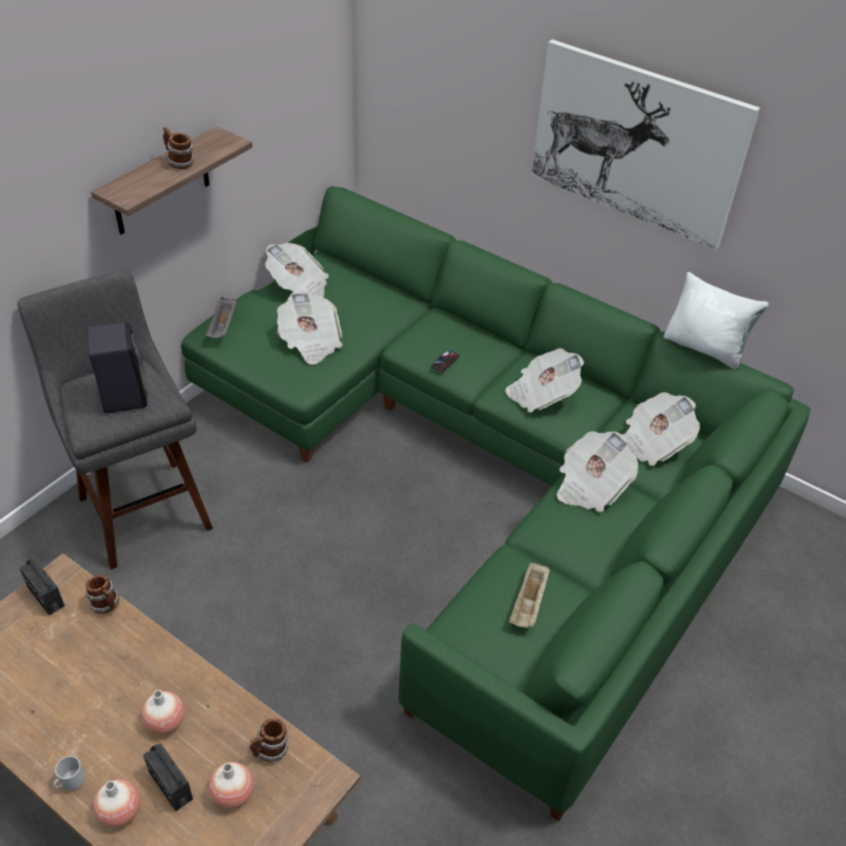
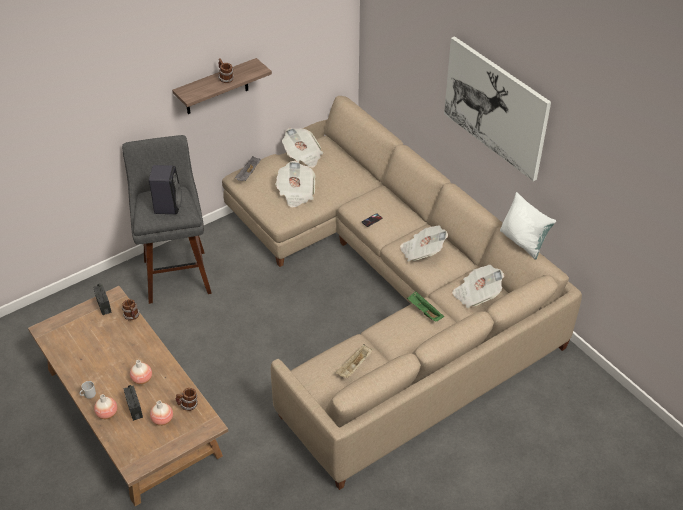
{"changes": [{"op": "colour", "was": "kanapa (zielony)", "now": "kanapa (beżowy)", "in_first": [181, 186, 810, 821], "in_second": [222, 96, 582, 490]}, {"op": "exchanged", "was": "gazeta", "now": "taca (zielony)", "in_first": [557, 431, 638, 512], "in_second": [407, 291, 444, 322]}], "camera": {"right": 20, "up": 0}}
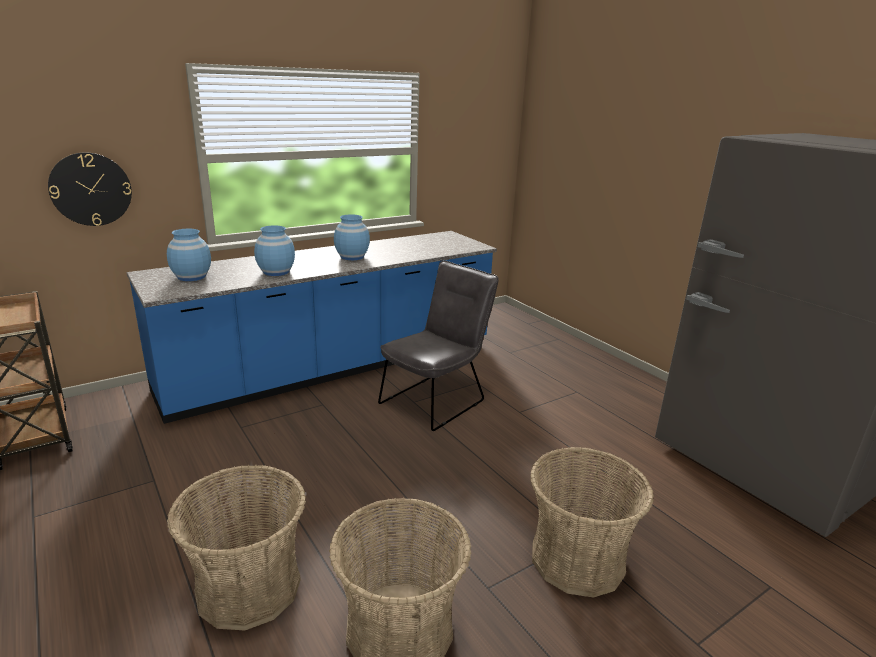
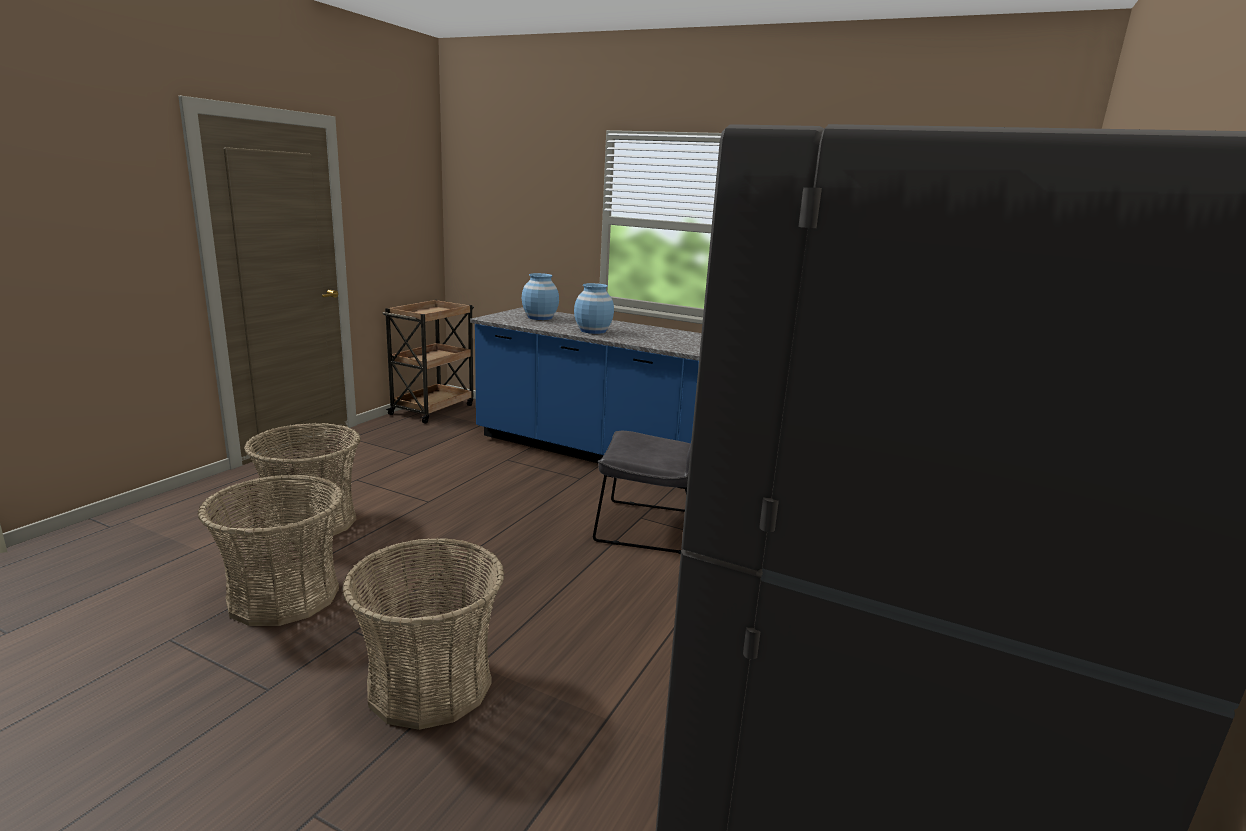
{"changes": [{"op": "missing", "was": "zegar ścienny", "in_first": [48, 152, 132, 226]}, {"op": "missing", "was": "wazon (niebieski)", "in_first": [334, 214, 370, 260]}], "camera": {"right": 60, "up": -5}}
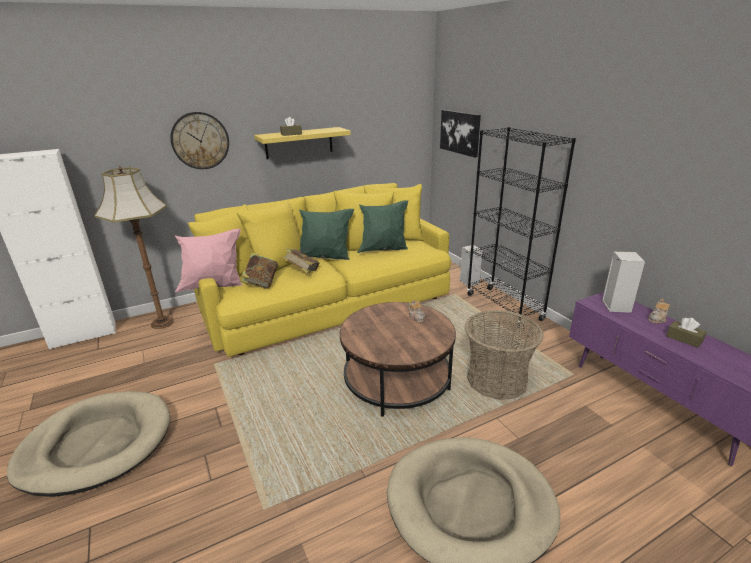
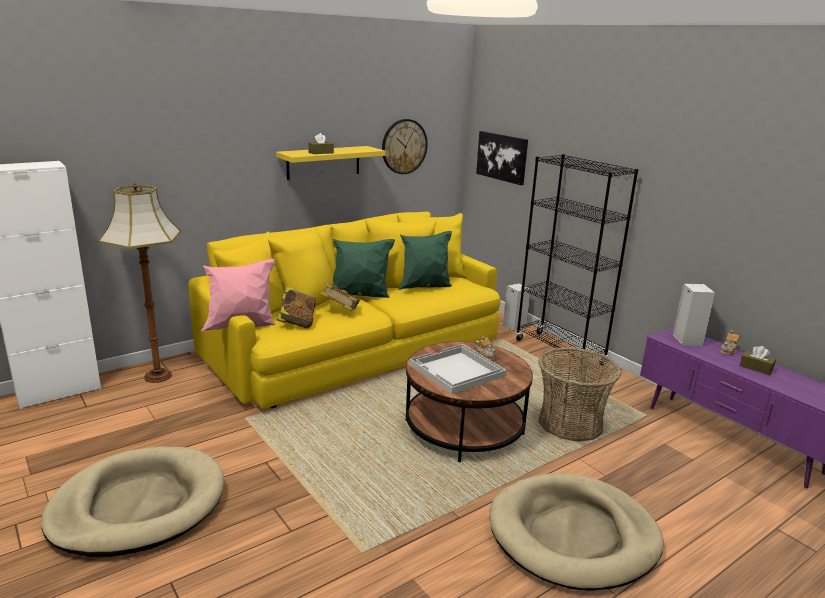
{"changes": [{"op": "relocated", "was": "zegar ścienny", "in_first": [170, 112, 229, 169], "in_second": [382, 119, 428, 174]}, {"op": "appeared", "now": "taca (biały)", "in_second": [410, 344, 506, 394]}], "camera": {"right": -10, "up": -5}}
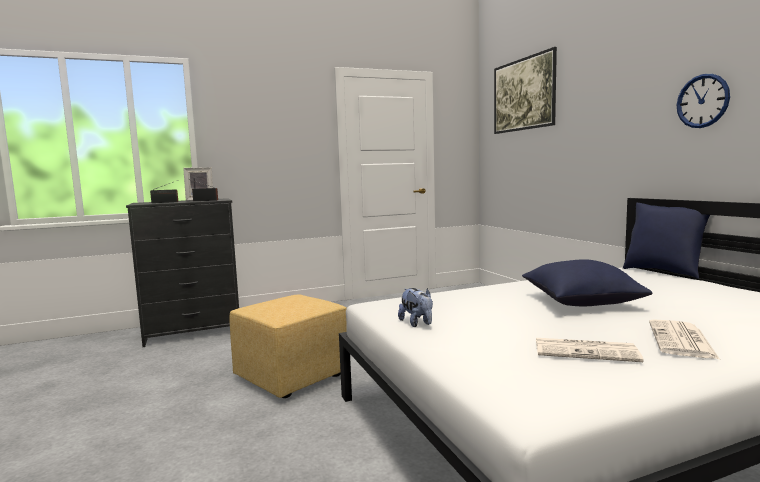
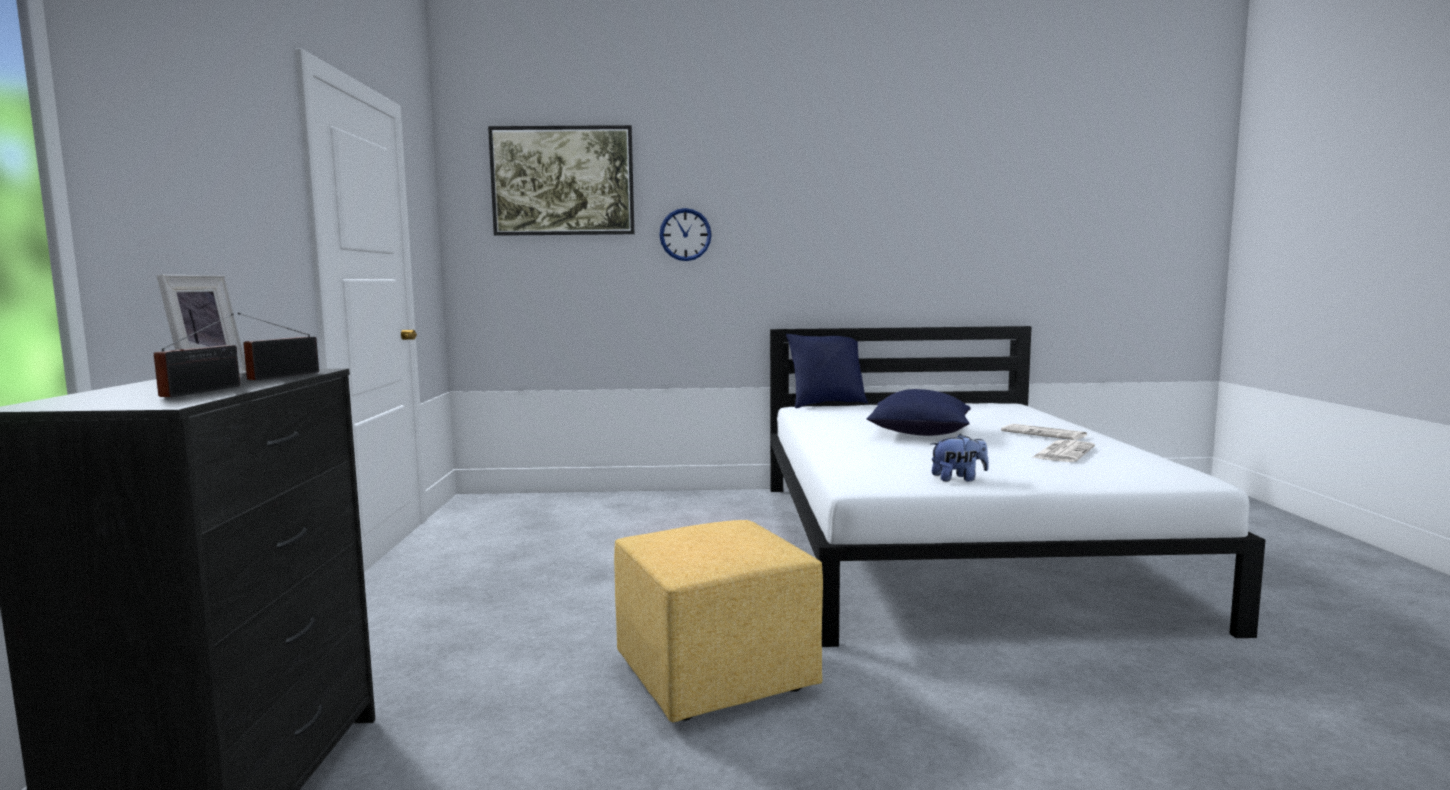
{"changes": [{"op": "relocated", "was": "zegar ścienny", "in_first": [677, 74, 730, 128], "in_second": [659, 208, 712, 261]}], "camera": {"right": -70, "up": 0}}
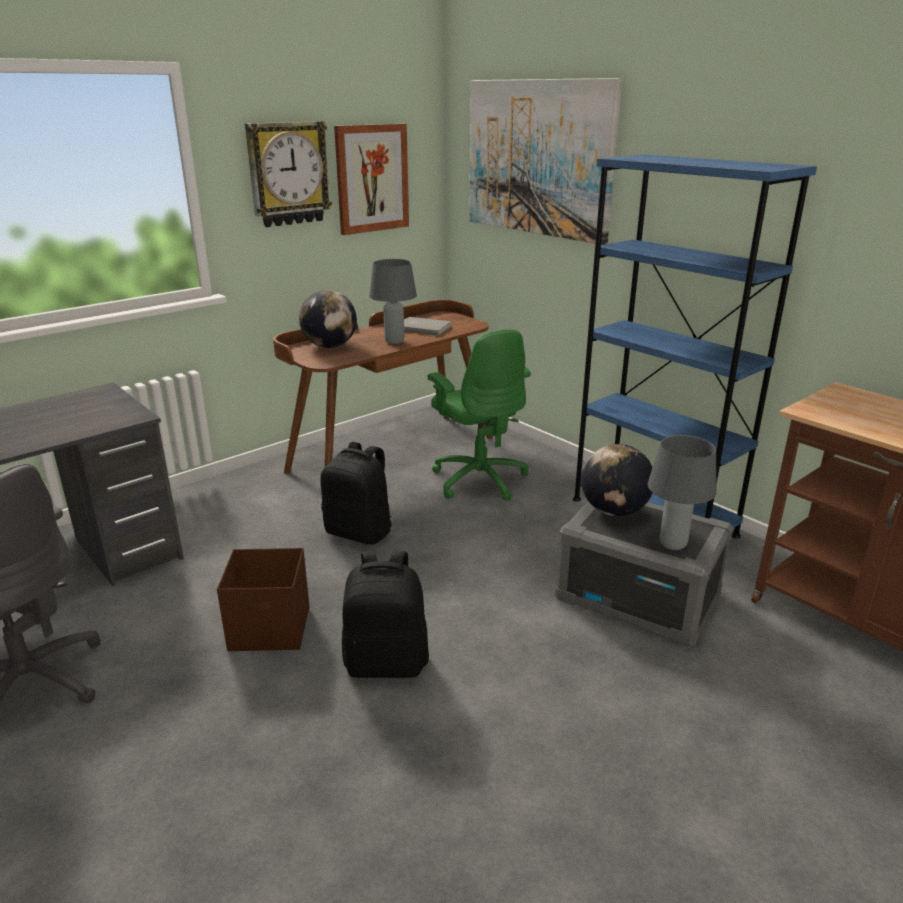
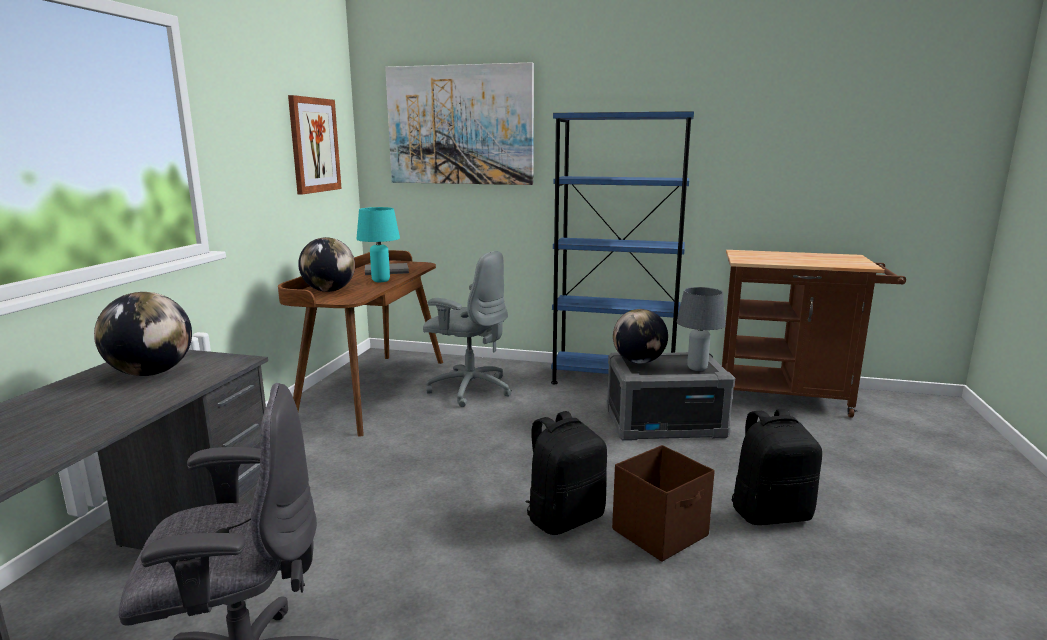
{"changes": [{"op": "appeared", "now": "globus", "in_second": [94, 292, 192, 376]}, {"op": "colour", "was": "lampa stołowa (szary)", "now": "lampa stołowa (turkusowy)", "in_first": [369, 259, 417, 344], "in_second": [356, 207, 400, 282]}, {"op": "colour", "was": "krzesło biurowe (zielony)", "now": "krzesło biurowe (szary)", "in_first": [428, 329, 531, 501], "in_second": [423, 251, 512, 407]}, {"op": "relocated", "was": "pojemnik do przechowywania (brązowy)", "in_first": [217, 548, 309, 651], "in_second": [612, 445, 715, 562]}, {"op": "relocated", "was": "plecak (czarny)", "in_first": [320, 442, 392, 545], "in_second": [732, 409, 822, 525]}, {"op": "missing", "was": "zegar ścienny", "in_first": [245, 121, 332, 227]}], "camera": {"right": -35, "up": -10}}
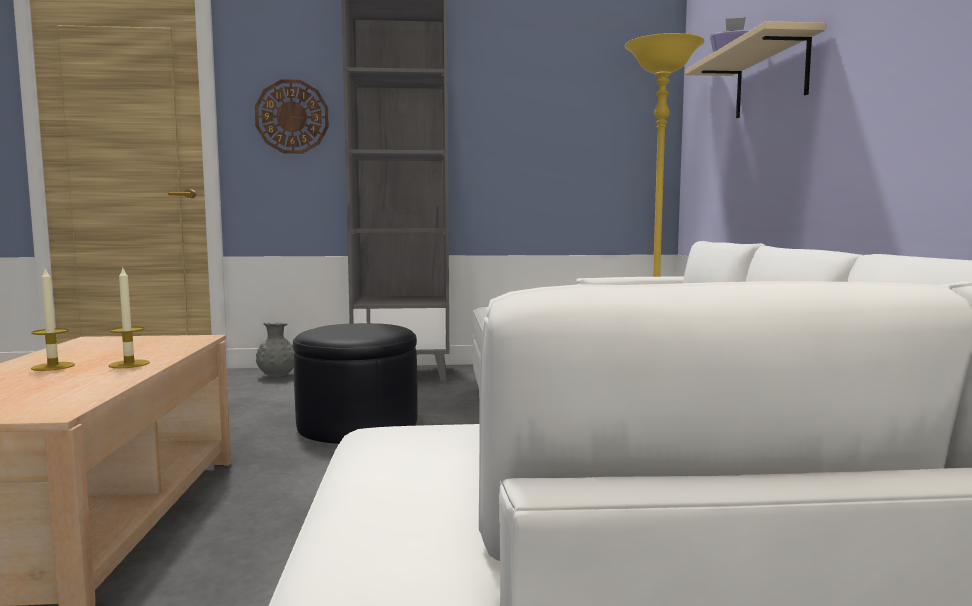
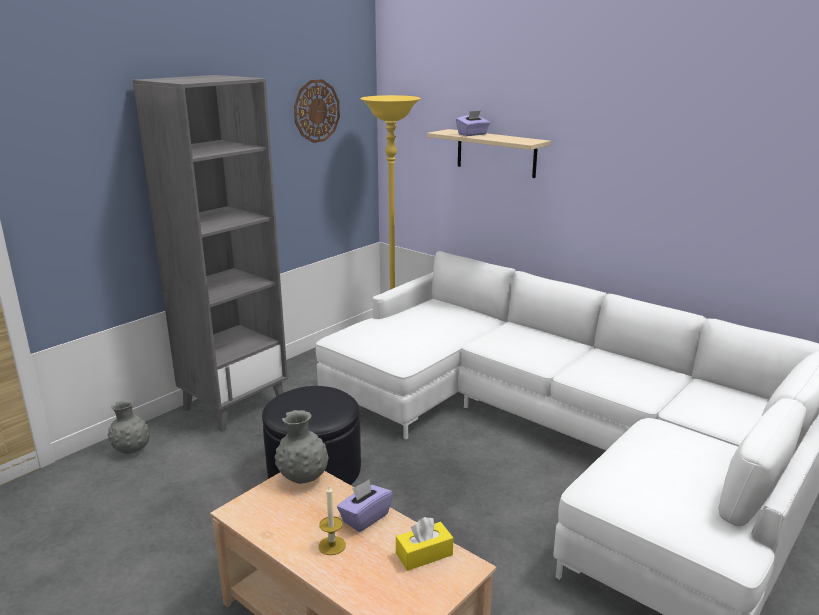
{"changes": [{"op": "appeared", "now": "wazon (szary)", "in_second": [275, 410, 329, 484]}, {"op": "relocated", "was": "zegar ścienny", "in_first": [255, 79, 329, 154], "in_second": [294, 79, 340, 143]}, {"op": "exchanged", "was": "świeca", "now": "pudełko chusteczek (fioletowy)", "in_first": [108, 266, 150, 368], "in_second": [337, 480, 393, 532]}, {"op": "appeared", "now": "pudełko chusteczek (żółty)", "in_second": [396, 517, 453, 571]}], "camera": {"right": -45, "up": 15}}
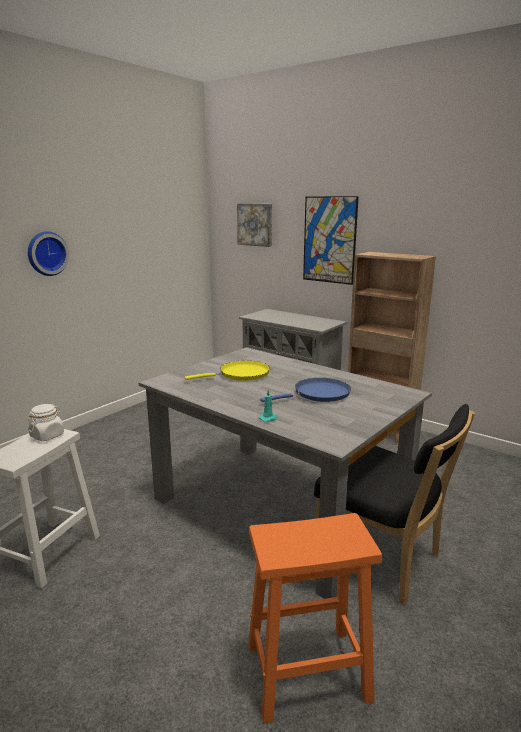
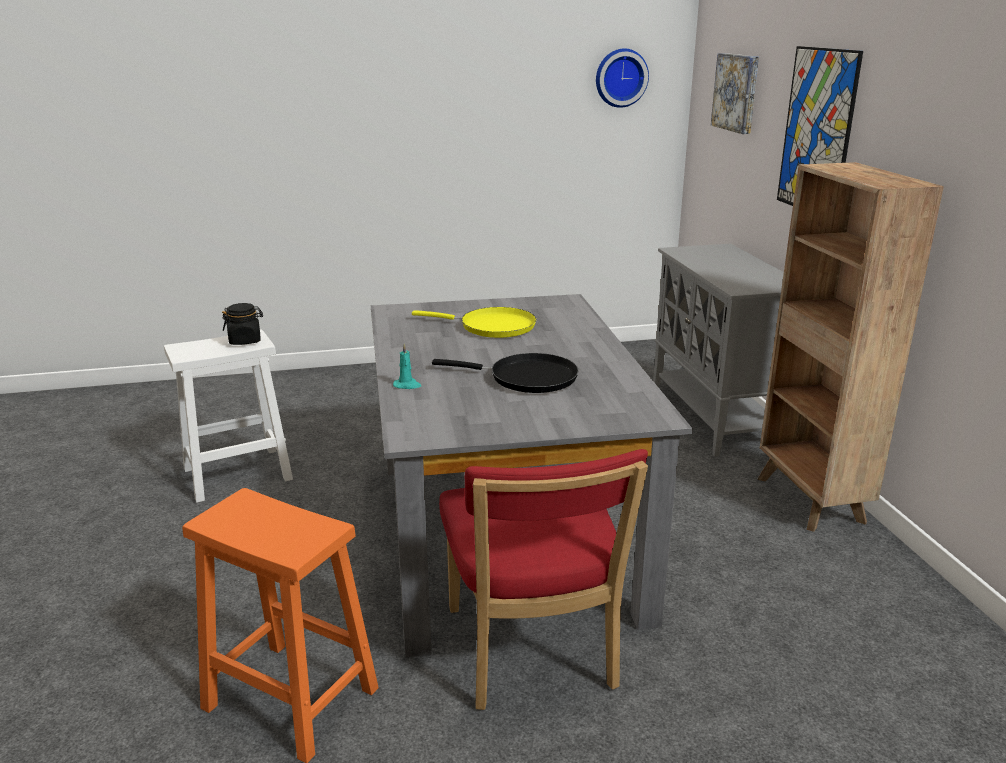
{"changes": [{"op": "colour", "was": "słoik (biały)", "now": "słoik (czarny)", "in_first": [28, 404, 64, 441], "in_second": [222, 303, 263, 345]}, {"op": "colour", "was": "patelnia (niebieski)", "now": "patelnia (czarny)", "in_first": [260, 378, 351, 402], "in_second": [432, 353, 579, 393]}, {"op": "colour", "was": "krzesło (czarny)", "now": "krzesło (czerwony)", "in_first": [314, 404, 475, 605], "in_second": [439, 449, 648, 710]}, {"op": "relocated", "was": "zegar ścienny", "in_first": [28, 231, 69, 276], "in_second": [596, 49, 649, 108]}], "camera": {"right": 40, "up": 5}}
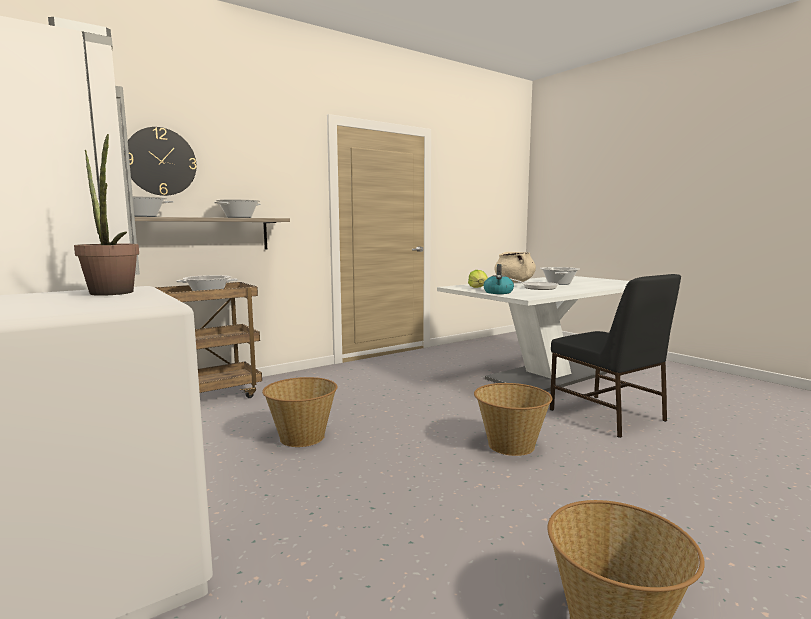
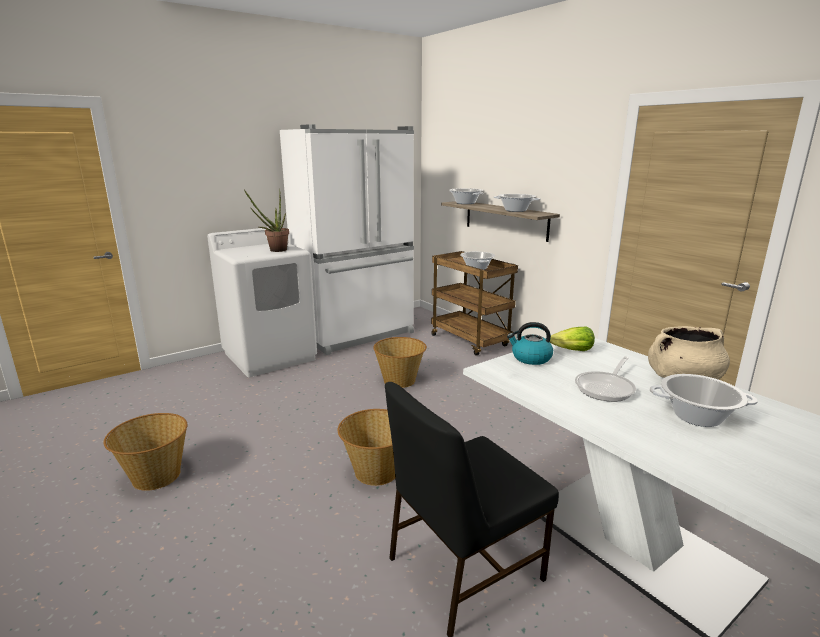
{"changes": [{"op": "missing", "was": "zegar ścienny", "in_first": [124, 127, 196, 196]}], "camera": {"right": 90, "up": 10}}
